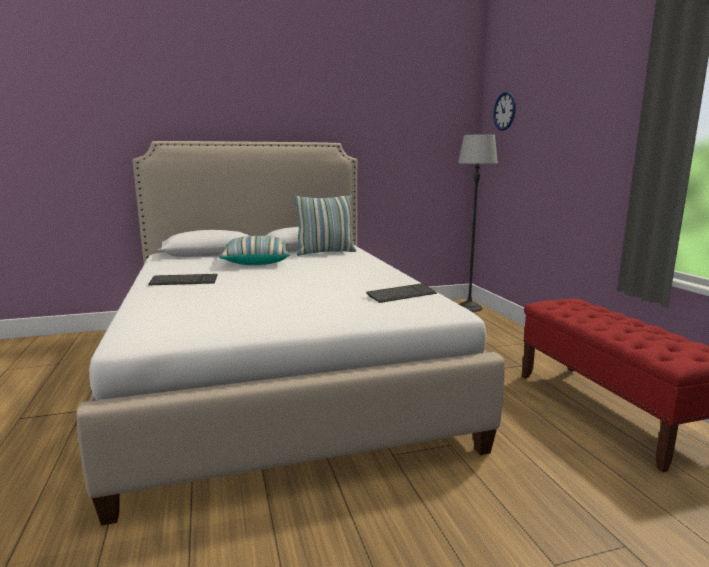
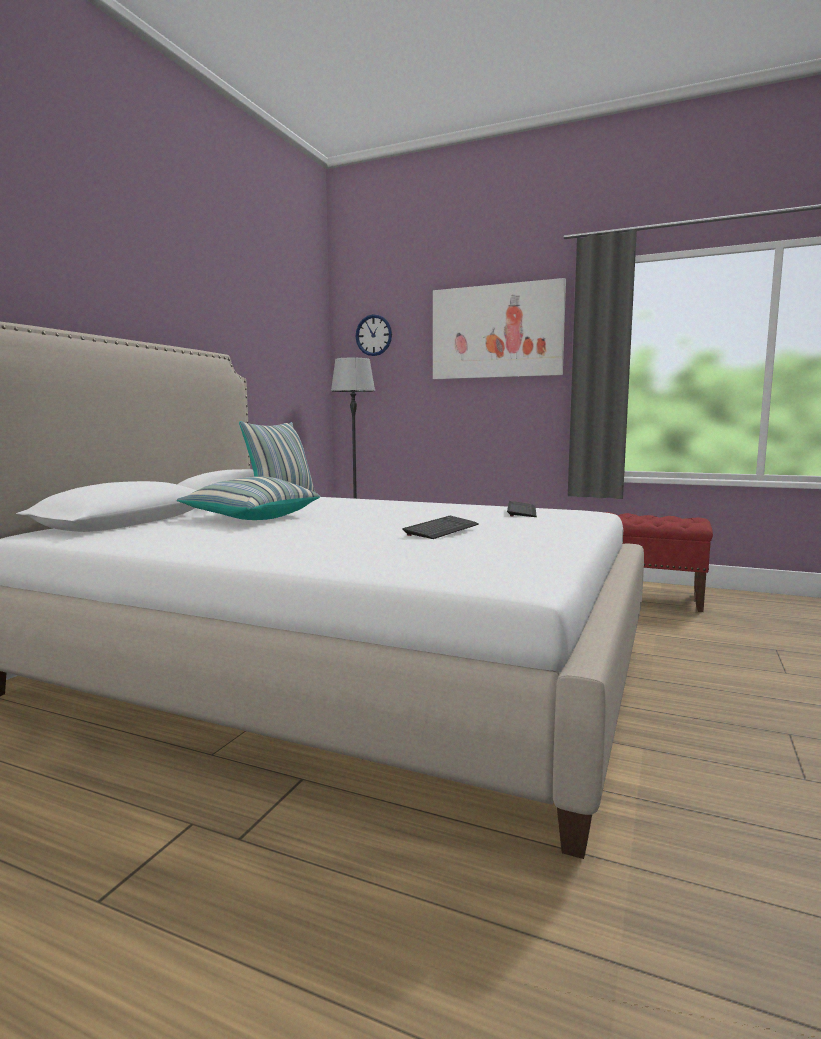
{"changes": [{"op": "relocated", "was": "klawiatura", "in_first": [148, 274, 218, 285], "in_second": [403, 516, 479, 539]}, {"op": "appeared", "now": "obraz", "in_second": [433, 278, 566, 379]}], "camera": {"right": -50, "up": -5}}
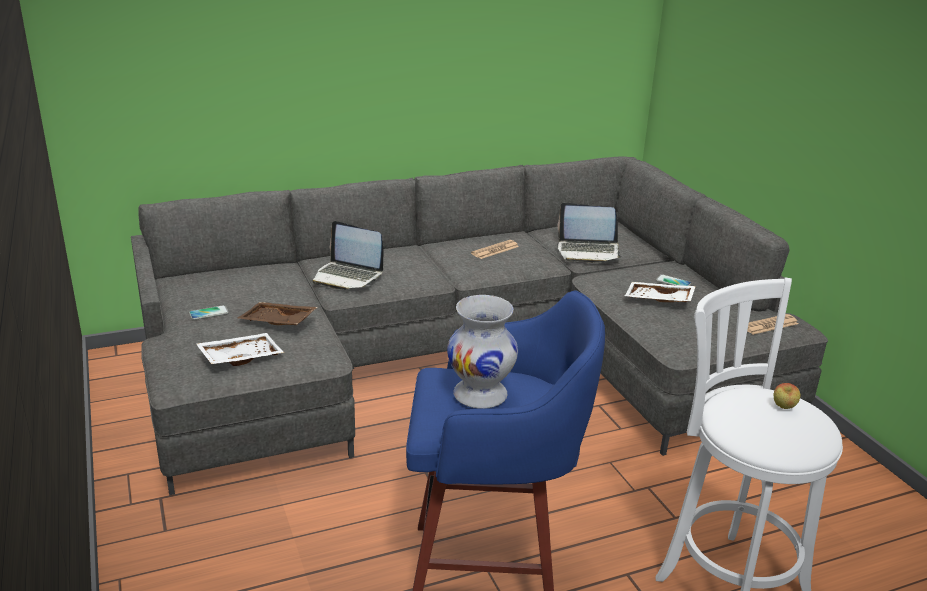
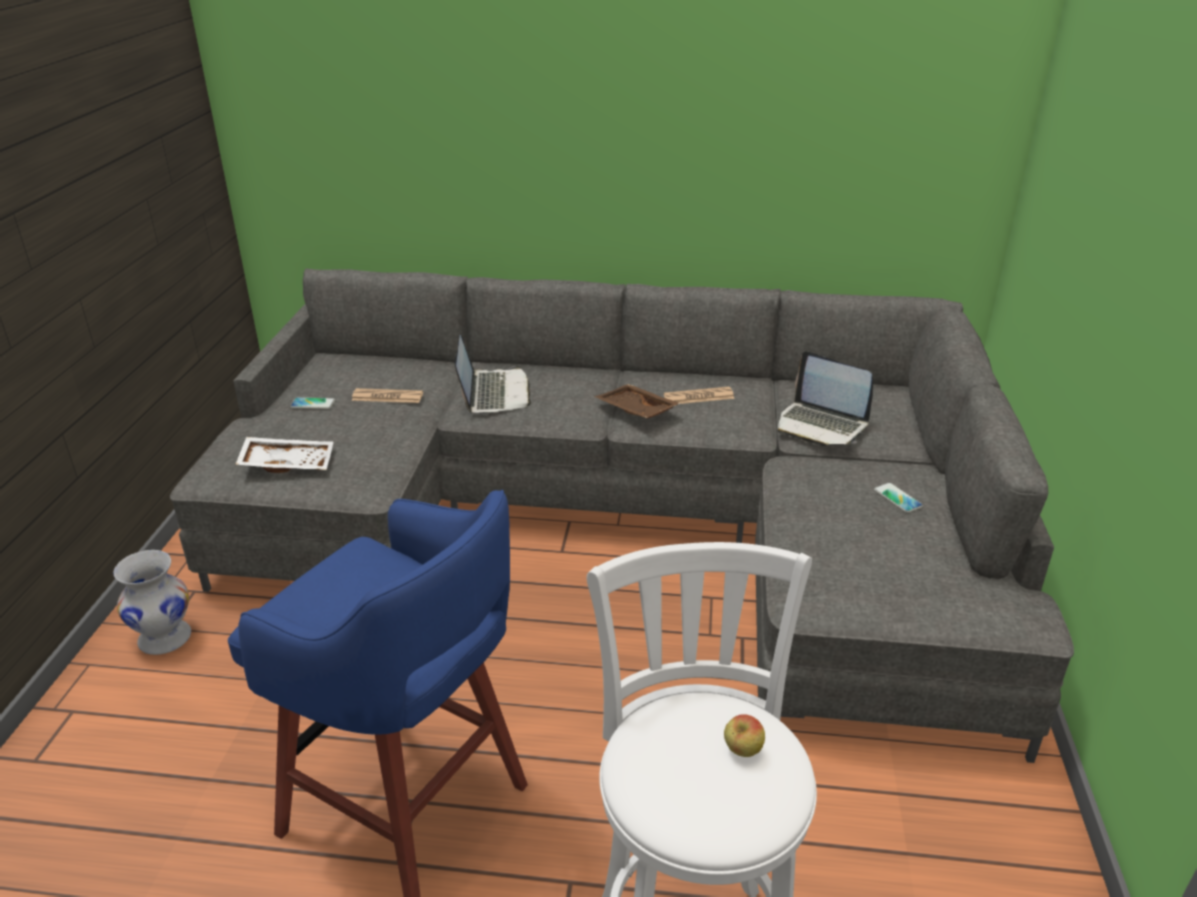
{"changes": [{"op": "relocated", "was": "wazon (biały)", "in_first": [447, 295, 518, 409], "in_second": [113, 550, 191, 655]}, {"op": "relocated", "was": "gazeta", "in_first": [747, 314, 798, 335], "in_second": [351, 388, 423, 403]}, {"op": "spun", "was": "laptop", "in_first": [312, 221, 384, 290], "in_second": [454, 335, 531, 414], "clockwise": -150}, {"op": "relocated", "was": "taca (brązowy)", "in_first": [237, 302, 318, 325], "in_second": [594, 384, 681, 419]}, {"op": "missing", "was": "taca (biały)", "in_first": [625, 282, 696, 302]}], "camera": {"right": 30, "up": 5}}
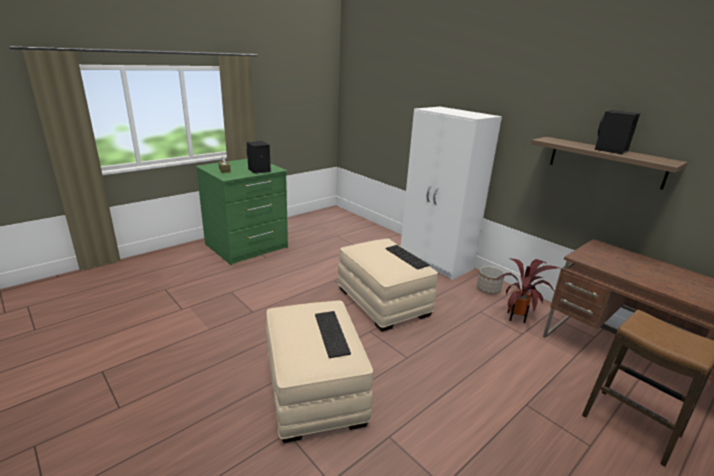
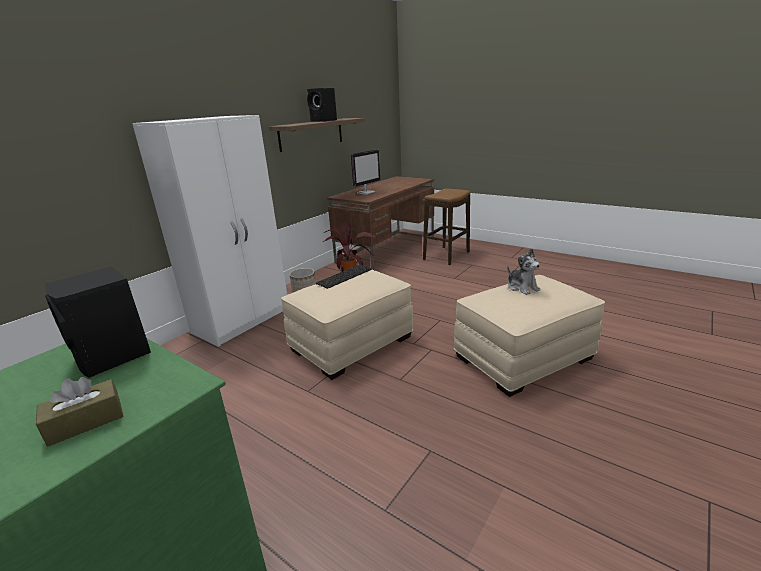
{"changes": [{"op": "appeared", "now": "monitor", "in_second": [351, 149, 380, 195]}, {"op": "exchanged", "was": "klawiatura", "now": "pluszak", "in_first": [315, 311, 351, 358], "in_second": [507, 248, 540, 295]}], "camera": {"right": -100, "up": 0}}
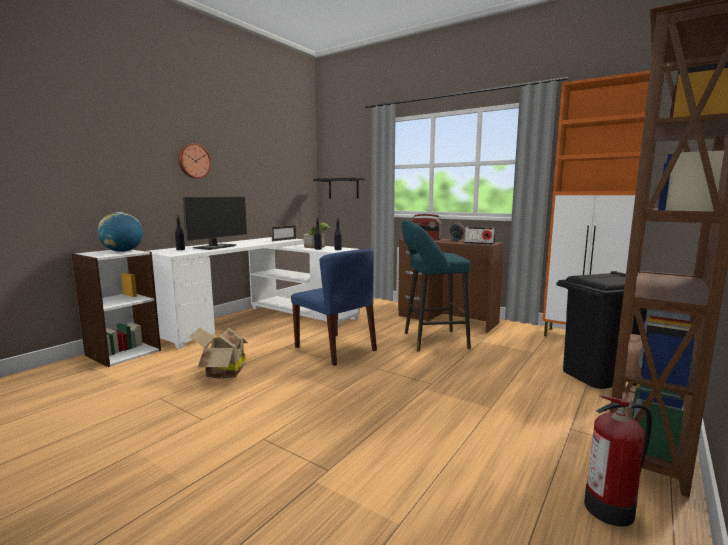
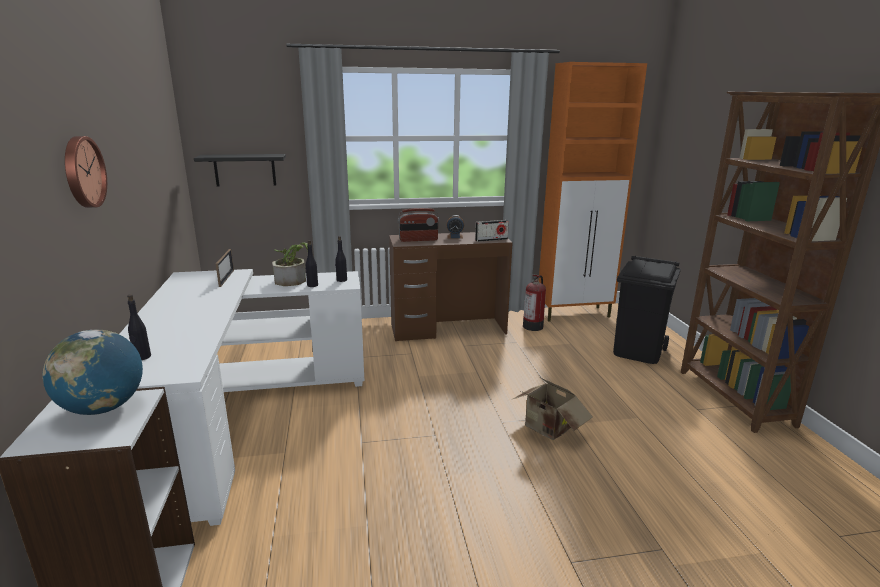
{"changes": [{"op": "relocated", "was": "karton", "in_first": [189, 327, 247, 379], "in_second": [511, 378, 593, 440]}, {"op": "relocated", "was": "gaśnica", "in_first": [584, 395, 652, 527], "in_second": [523, 275, 546, 331]}, {"op": "missing", "was": "monitor", "in_first": [183, 197, 247, 250]}, {"op": "missing", "was": "krzesło (niebieski)", "in_first": [291, 249, 377, 366]}, {"op": "missing", "was": "stołek (turkusowy)", "in_first": [402, 220, 471, 352]}], "camera": {"right": -45, "up": 10}}
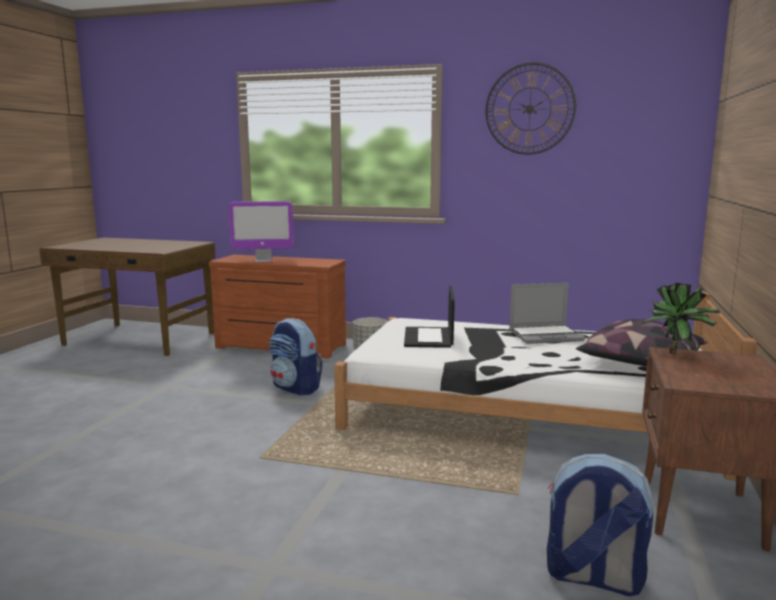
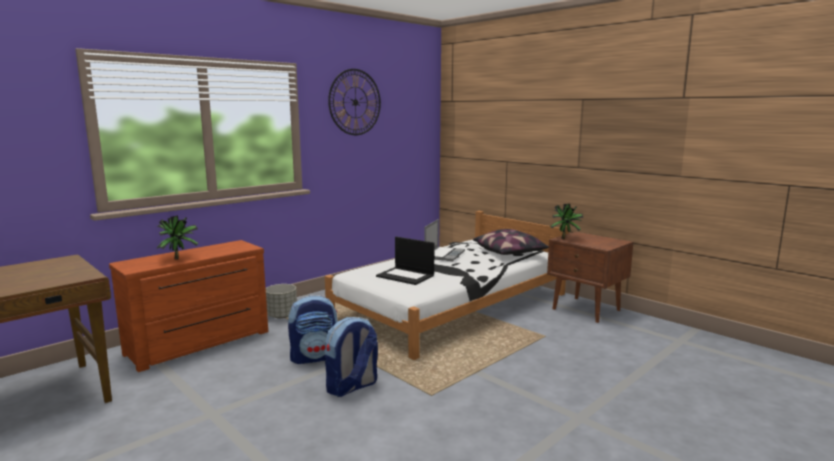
{"changes": [{"op": "exchanged", "was": "monitor", "now": "roślina doniczkowa", "in_first": [229, 201, 294, 262], "in_second": [157, 215, 199, 260]}, {"op": "relocated", "was": "plecak", "in_first": [547, 454, 654, 596], "in_second": [325, 317, 378, 397]}], "camera": {"right": -60, "up": 0}}
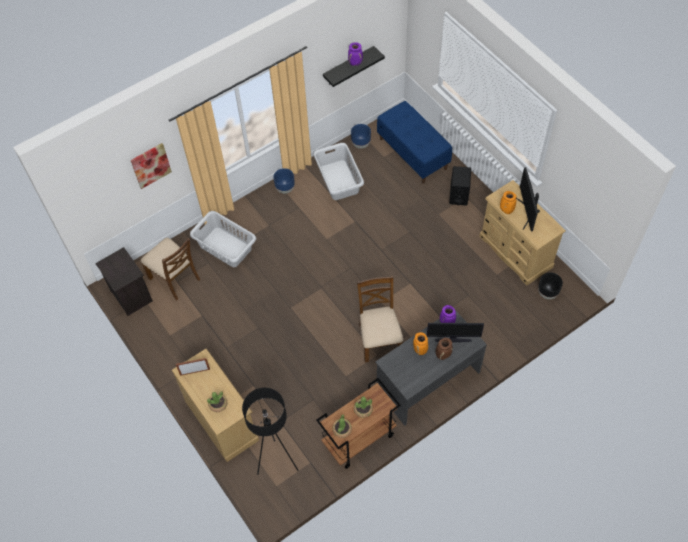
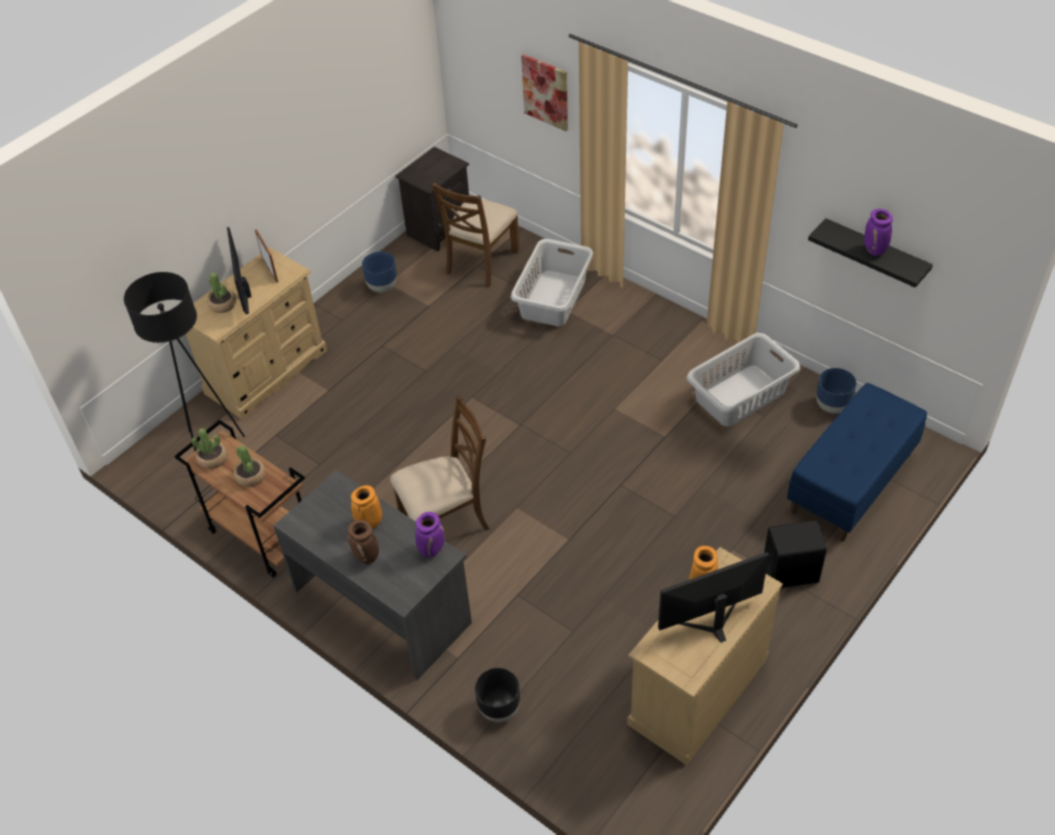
{"changes": [{"op": "relocated", "was": "monitor", "in_first": [427, 323, 484, 342], "in_second": [227, 227, 251, 314]}, {"op": "relocated", "was": "donica (niebieski)", "in_first": [273, 168, 295, 194], "in_second": [362, 252, 397, 293]}, {"op": "relocated", "was": "donica (czarny)", "in_first": [538, 272, 563, 299], "in_second": [475, 668, 520, 722]}], "camera": {"right": 75, "up": -10}}
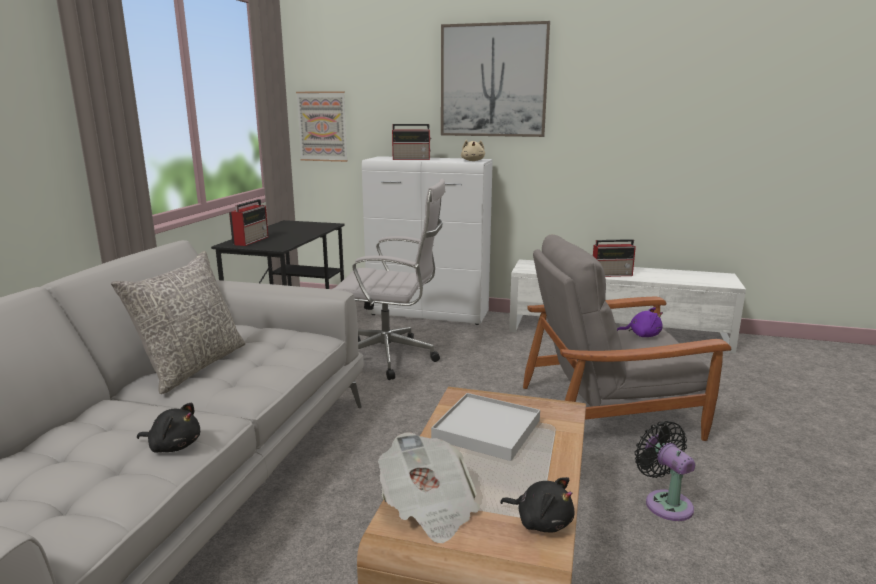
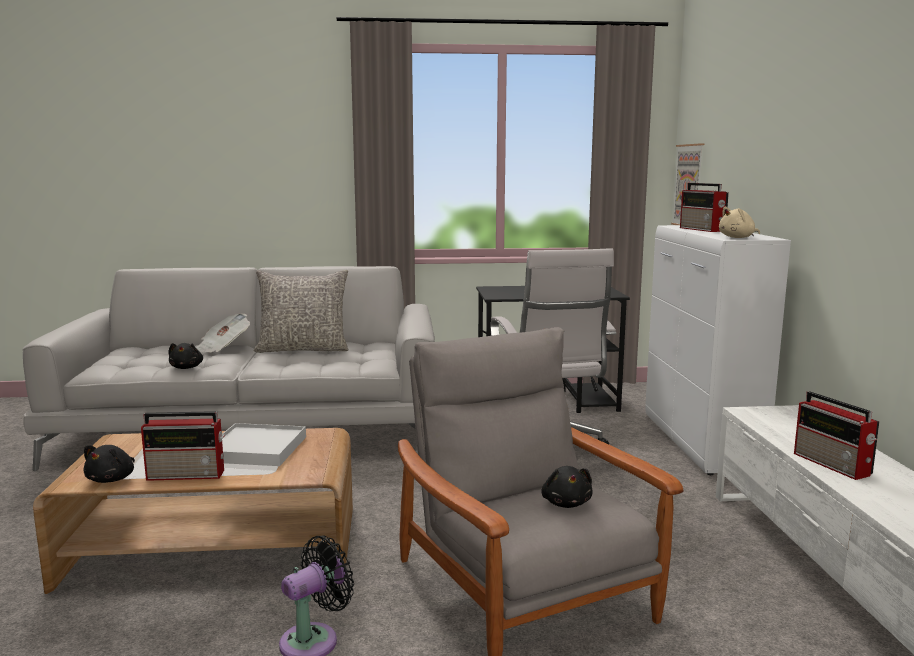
{"changes": [{"op": "relocated", "was": "radio", "in_first": [229, 199, 268, 246], "in_second": [141, 411, 225, 481]}, {"op": "relocated", "was": "gazeta", "in_first": [378, 432, 480, 543], "in_second": [196, 313, 250, 353]}, {"op": "colour", "was": "pluszak (fioletowy)", "now": "pluszak (czarny)", "in_first": [617, 307, 663, 337], "in_second": [541, 466, 592, 508]}, {"op": "missing", "was": "obraz", "in_first": [441, 21, 550, 137]}], "camera": {"right": 70, "up": -5}}
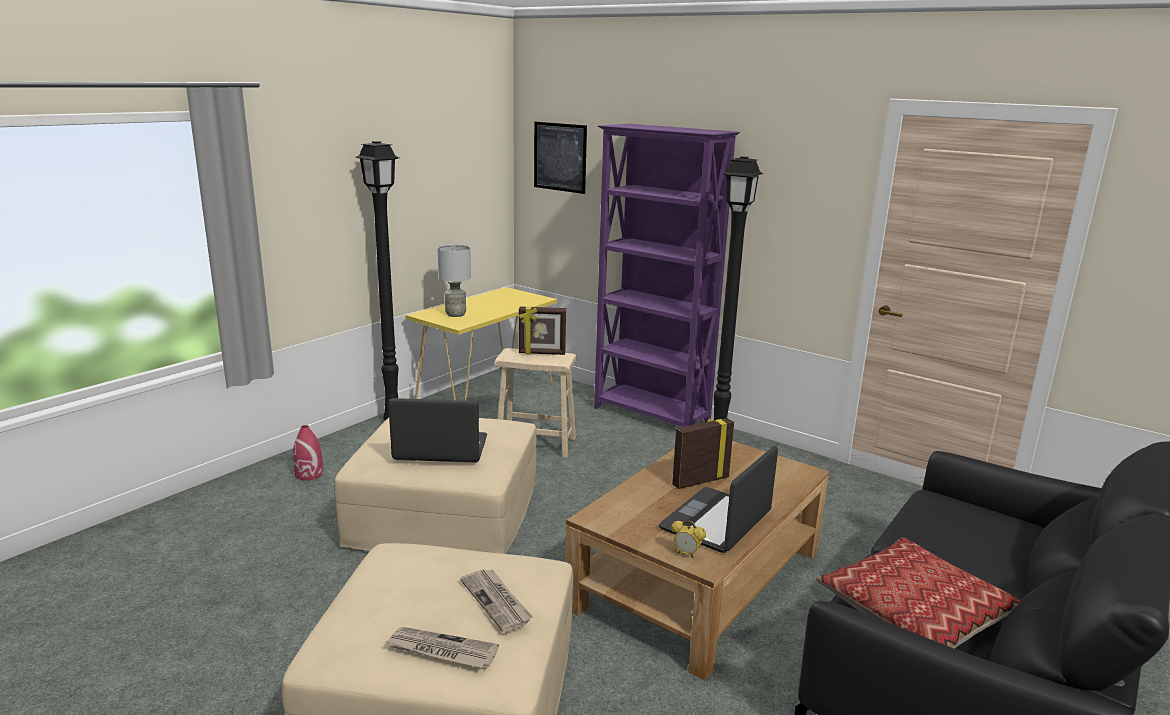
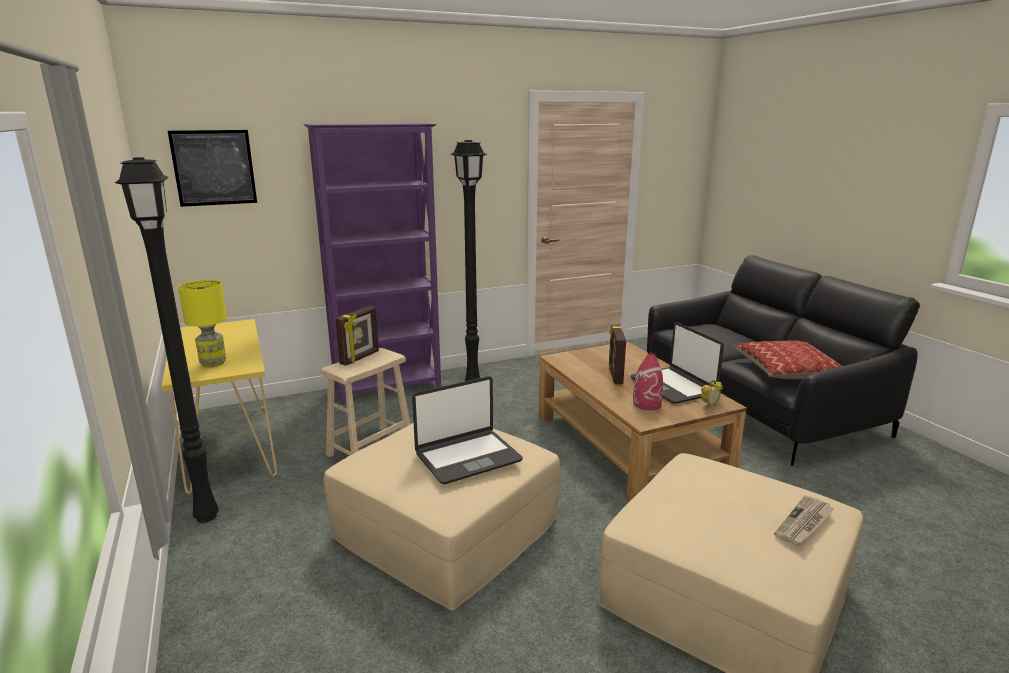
{"changes": [{"op": "colour", "was": "lampa stołowa (szary)", "now": "lampa stołowa (żółty)", "in_first": [438, 244, 471, 317], "in_second": [178, 280, 227, 367]}, {"op": "spun", "was": "laptop", "in_first": [388, 398, 487, 462], "in_second": [412, 376, 523, 484], "clockwise": -150}, {"op": "relocated", "was": "wazon (czerwony)", "in_first": [293, 425, 324, 480], "in_second": [633, 353, 663, 410]}, {"op": "missing", "was": "gazeta", "in_first": [460, 569, 533, 632]}], "camera": {"right": -60, "up": 0}}
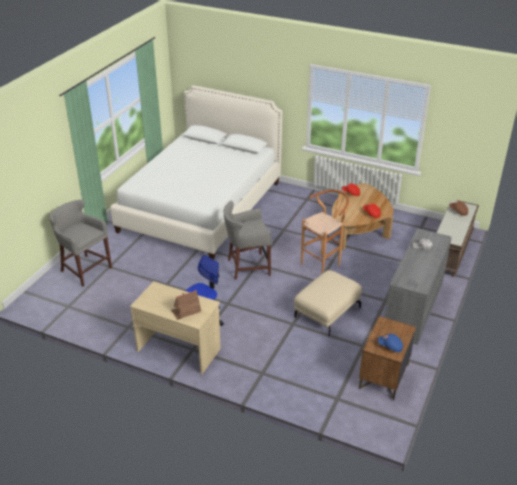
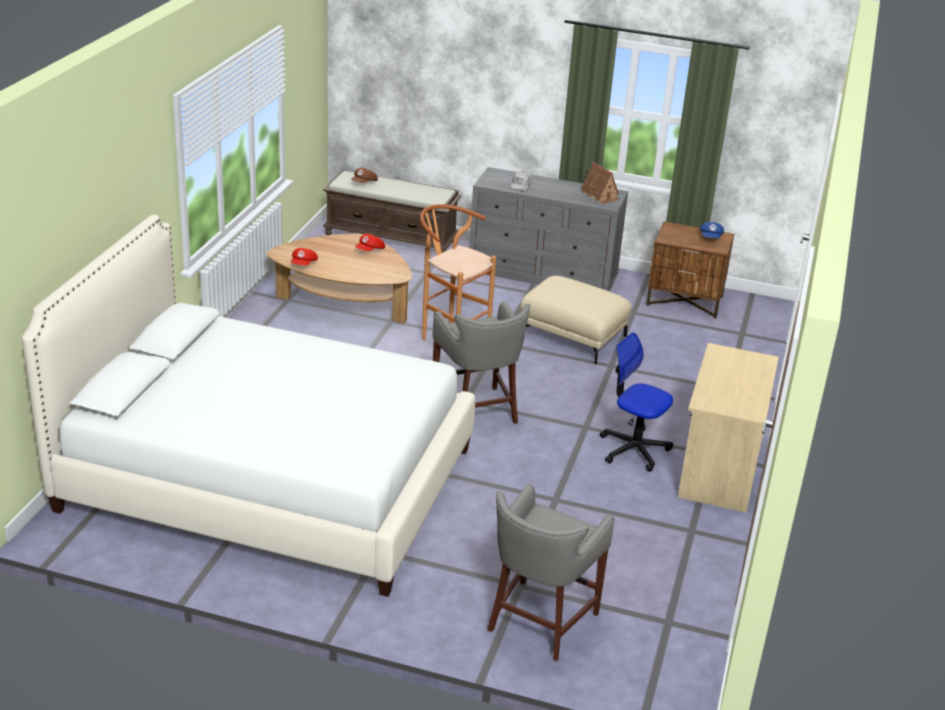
{"changes": [{"op": "relocated", "was": "domek", "in_first": [171, 290, 201, 320], "in_second": [581, 162, 621, 204]}], "camera": {"right": -100, "up": -5}}
